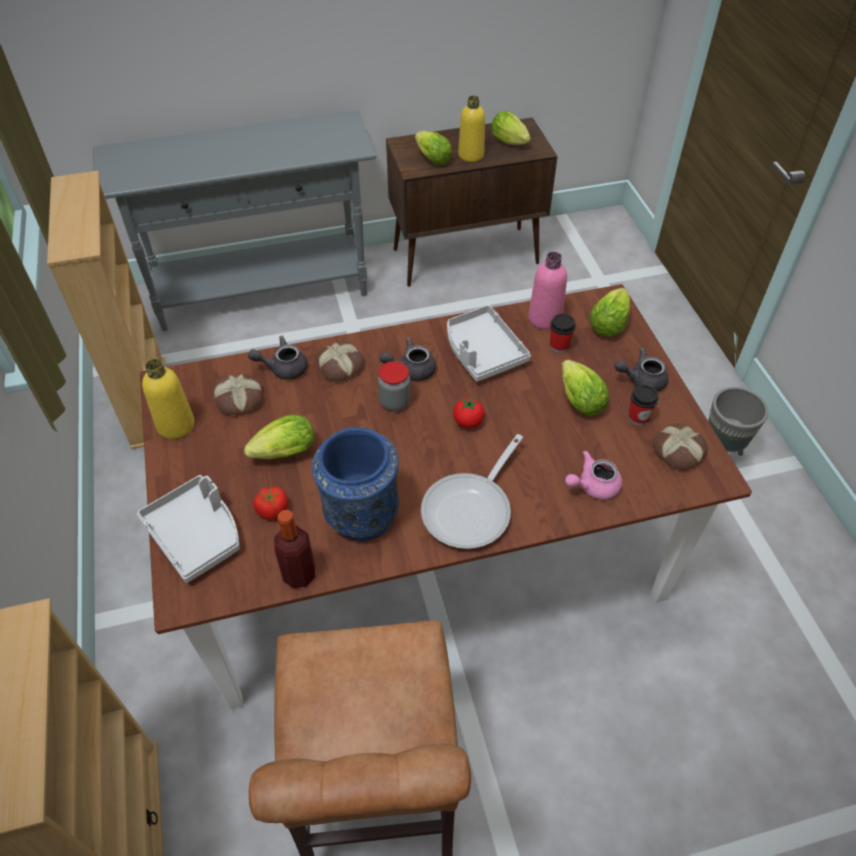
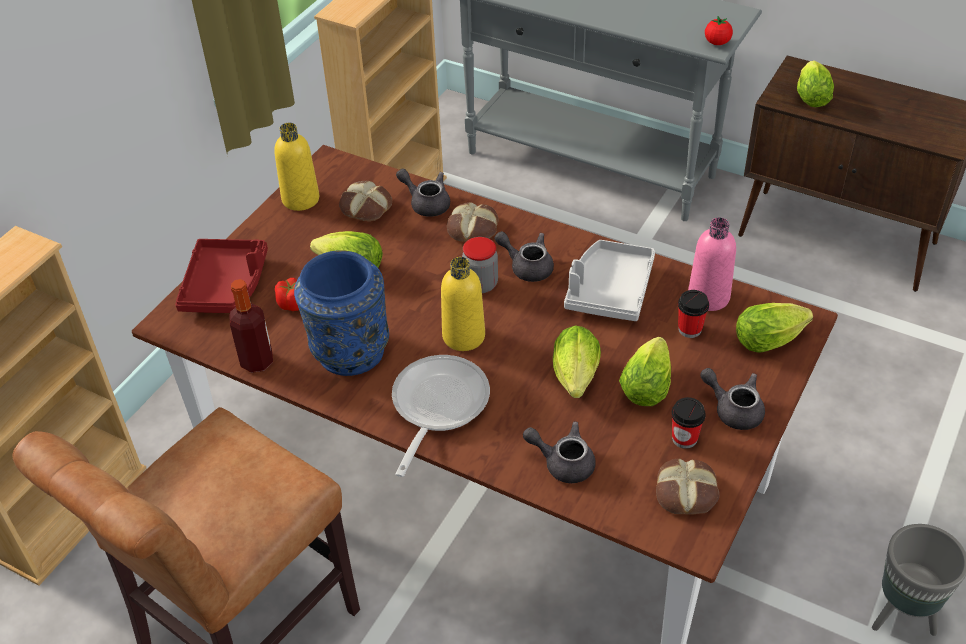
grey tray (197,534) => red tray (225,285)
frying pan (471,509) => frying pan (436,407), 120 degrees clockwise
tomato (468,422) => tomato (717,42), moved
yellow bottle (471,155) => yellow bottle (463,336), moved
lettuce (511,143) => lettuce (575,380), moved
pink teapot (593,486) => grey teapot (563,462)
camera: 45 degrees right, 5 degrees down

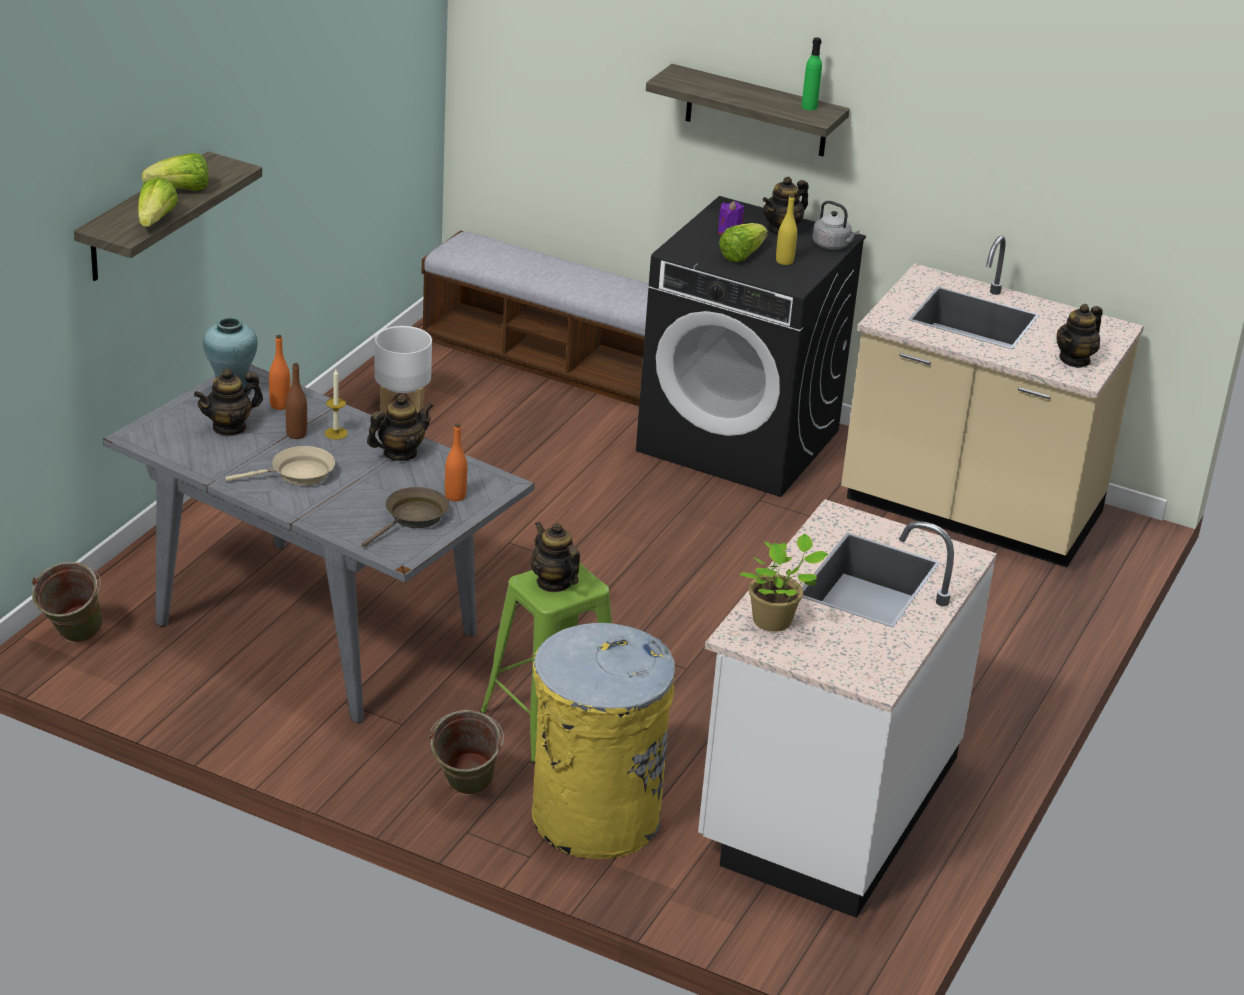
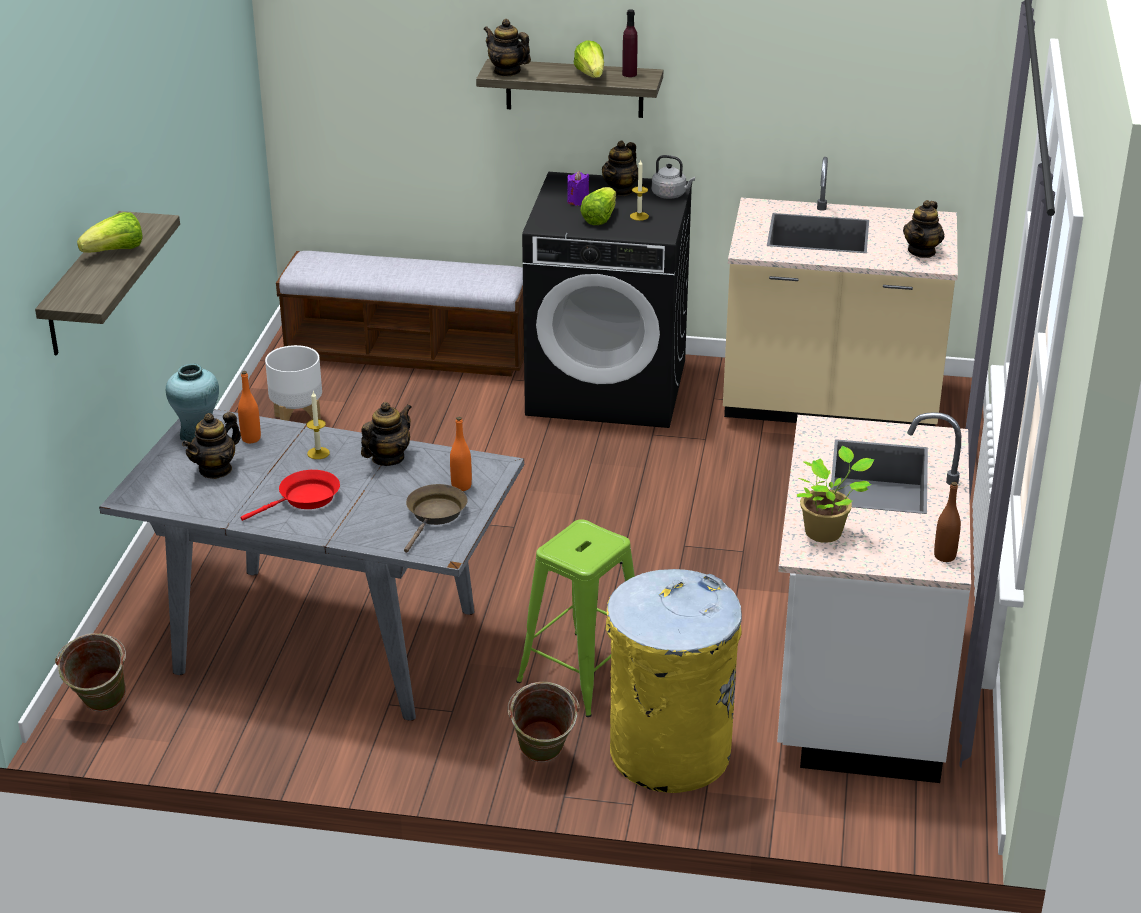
lettuce (156,220) => lettuce (591,75), moved
beige frying pan (297,474) => red frying pan (305,499)
brown bottle (296,434) => brown bottle (944,556), moved
teapot (554,583) => teapot (507,71), moved
yellow bottle (784,261) => candle (639,216)
green bottle (809,107) => purple bottle (629,74)
camera: 15 degrees left, 0 degrees up

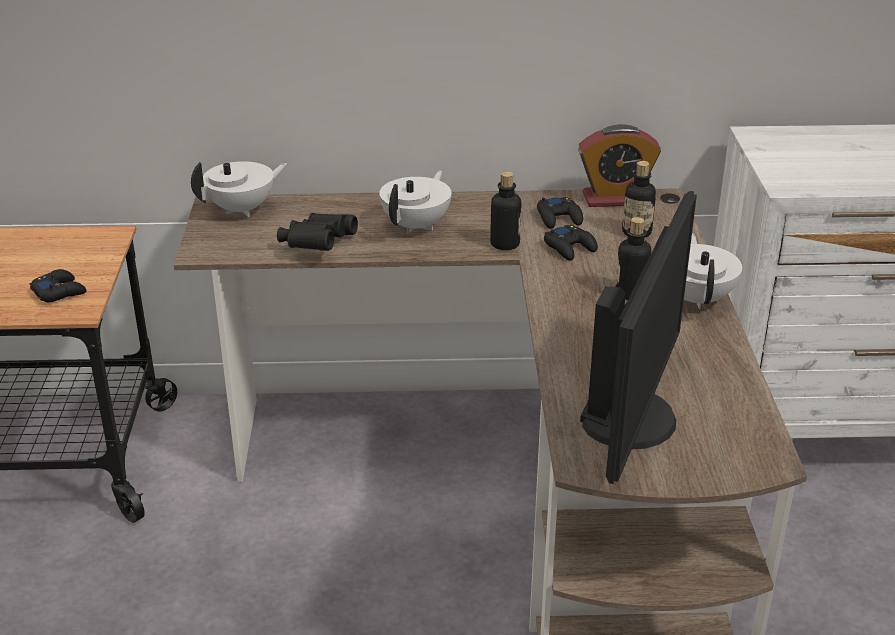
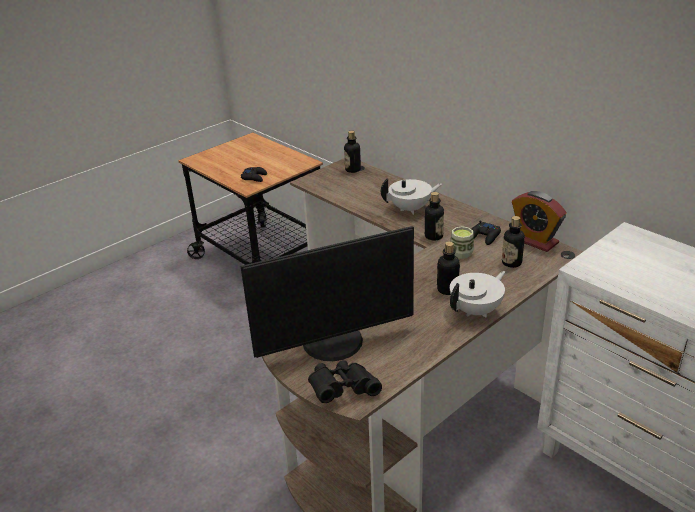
white teapot (243,209) => bottle (353,169)
black binoculars (317,246) => black binoculars (342,390), moved
black game controller (570,248) => cup (461,253)
camera: 50 degrees right, 0 degrees up

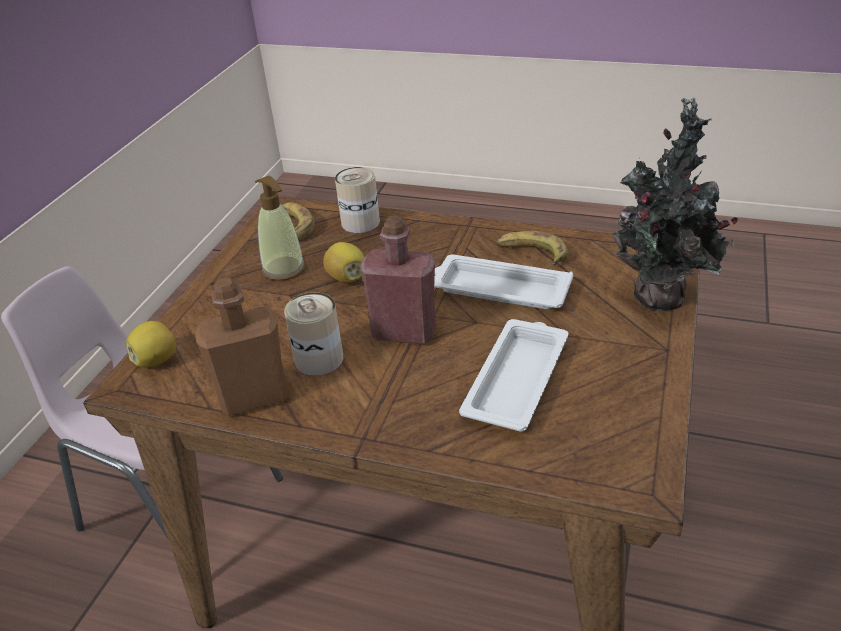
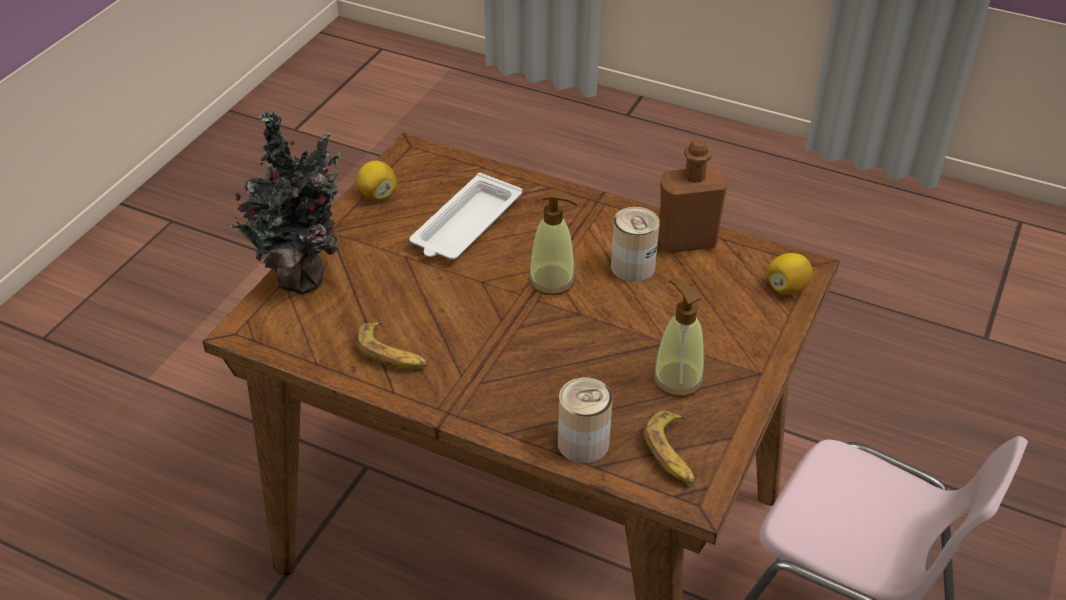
lemon (347,277) => lemon (377,195), moved
red bottle (404,332) => soap dispenser (552,280)
white tray (498,289) => nothing
camera: 175 degrees left, 5 degrees up

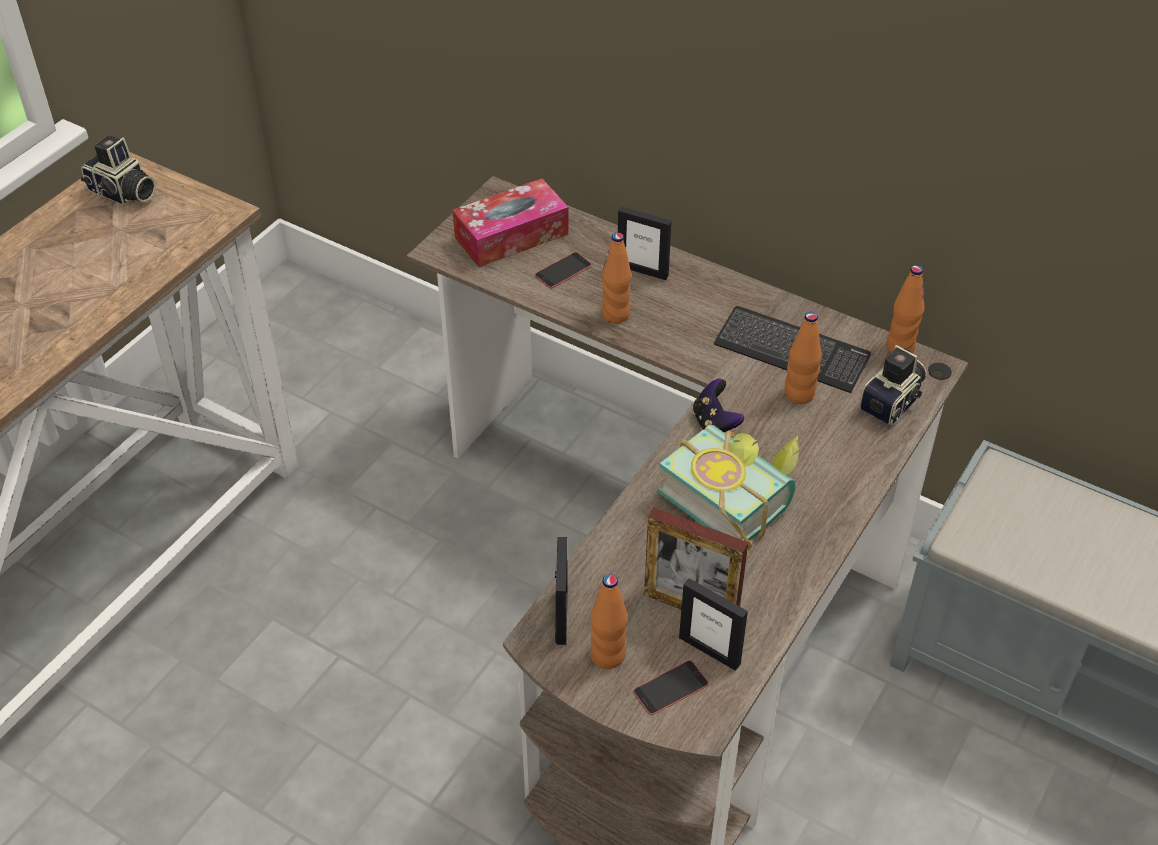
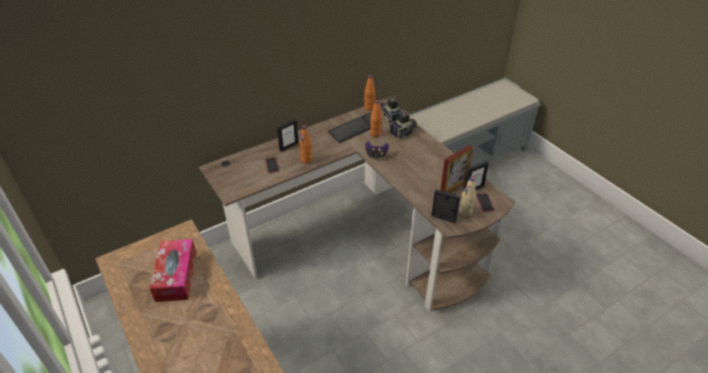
photo camera (123,193) => photo camera (403,133), moved
tissue box (511,235) => tissue box (176,276), moved
orange bottle (608,656) => beige bottle (465,212)
book (733,496) => nothing
camera: 65 degrees left, 5 degrees down

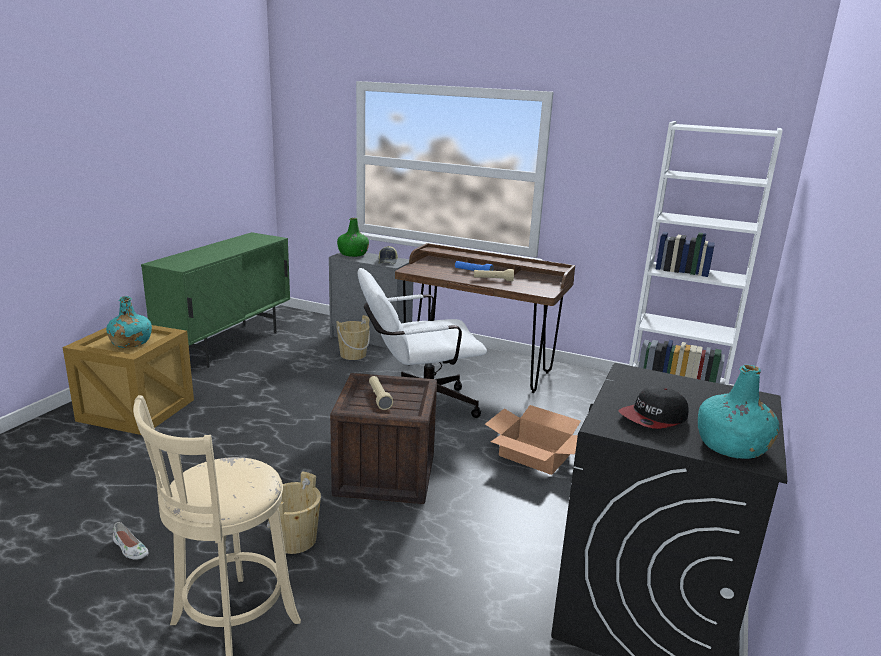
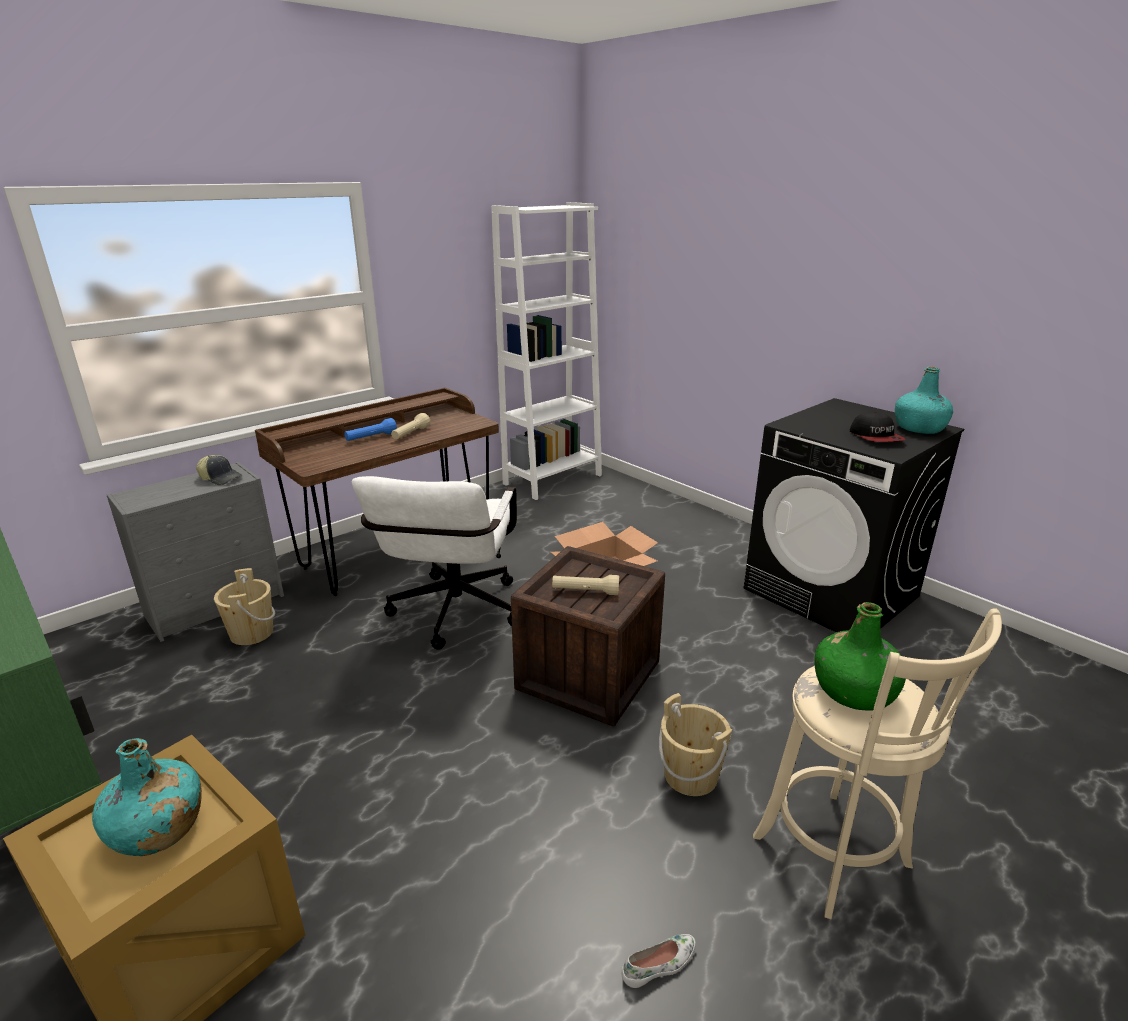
green bottle (353,254) => green bottle (854,690), moved
camera: 65 degrees left, 5 degrees up

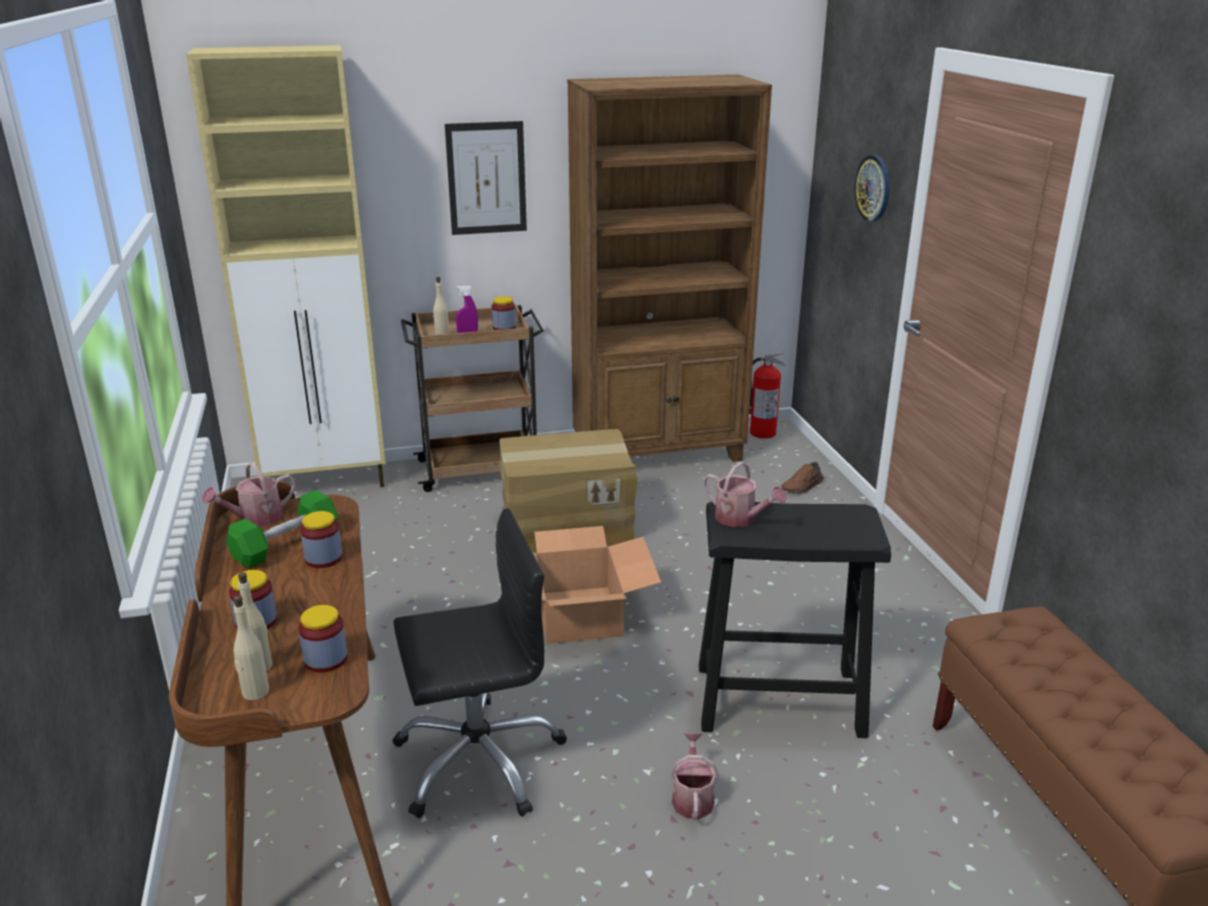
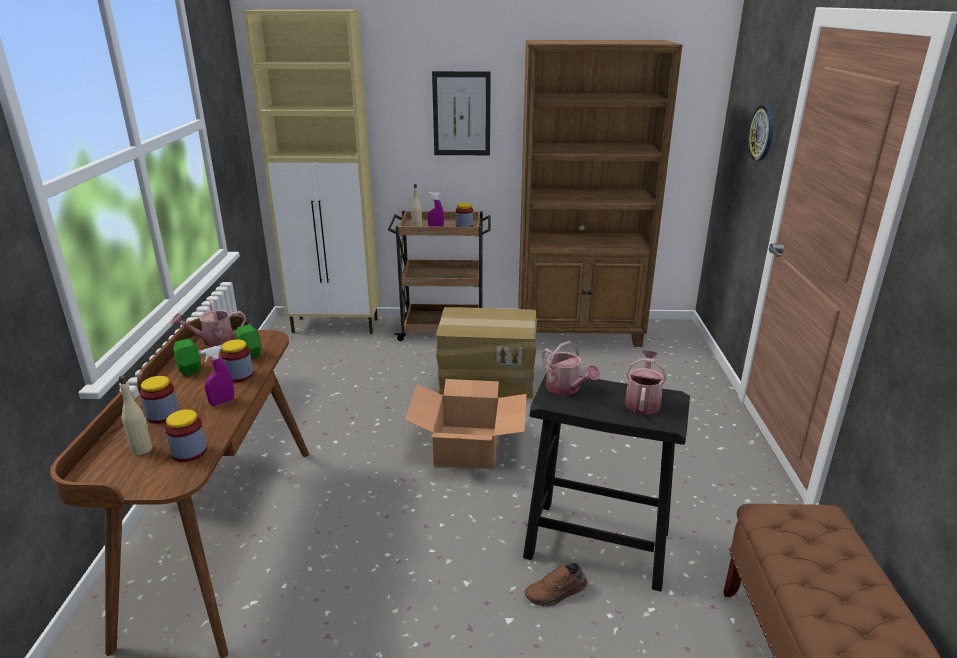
beige bottle (255,692) => nothing
black office chair (478,760) => nothing
watering can (692,797) => watering can (642,401), moved
fire extinguisher (762,433) => nothing
brown shoe (803,487) => brown shoe (556,593), moved
nothing => purple spray bottle (222,402)
camera: 15 degrees right, 0 degrees up

